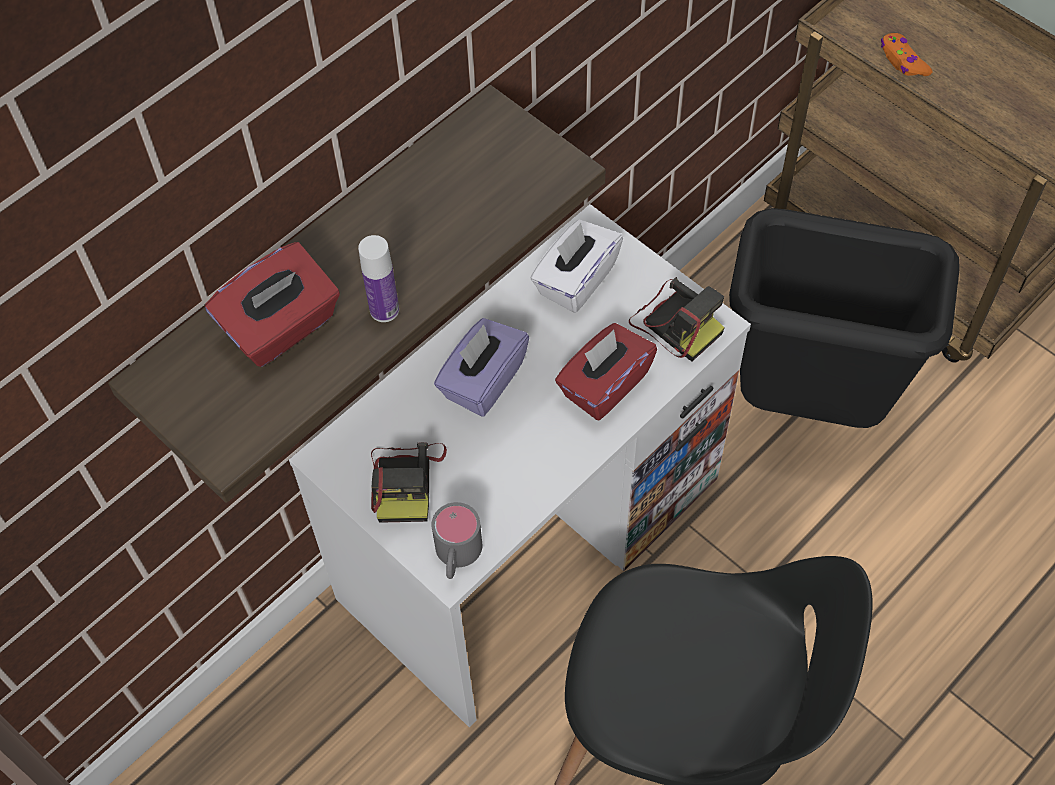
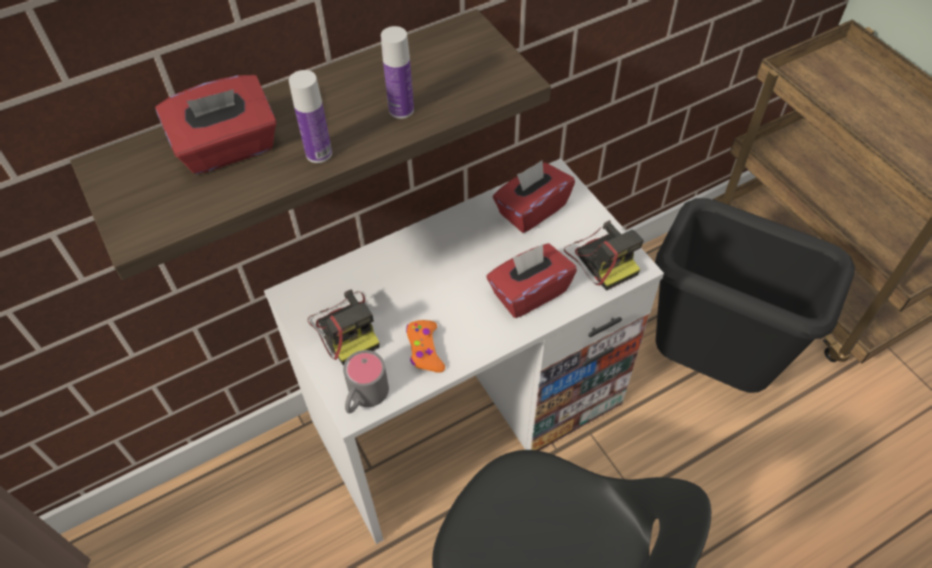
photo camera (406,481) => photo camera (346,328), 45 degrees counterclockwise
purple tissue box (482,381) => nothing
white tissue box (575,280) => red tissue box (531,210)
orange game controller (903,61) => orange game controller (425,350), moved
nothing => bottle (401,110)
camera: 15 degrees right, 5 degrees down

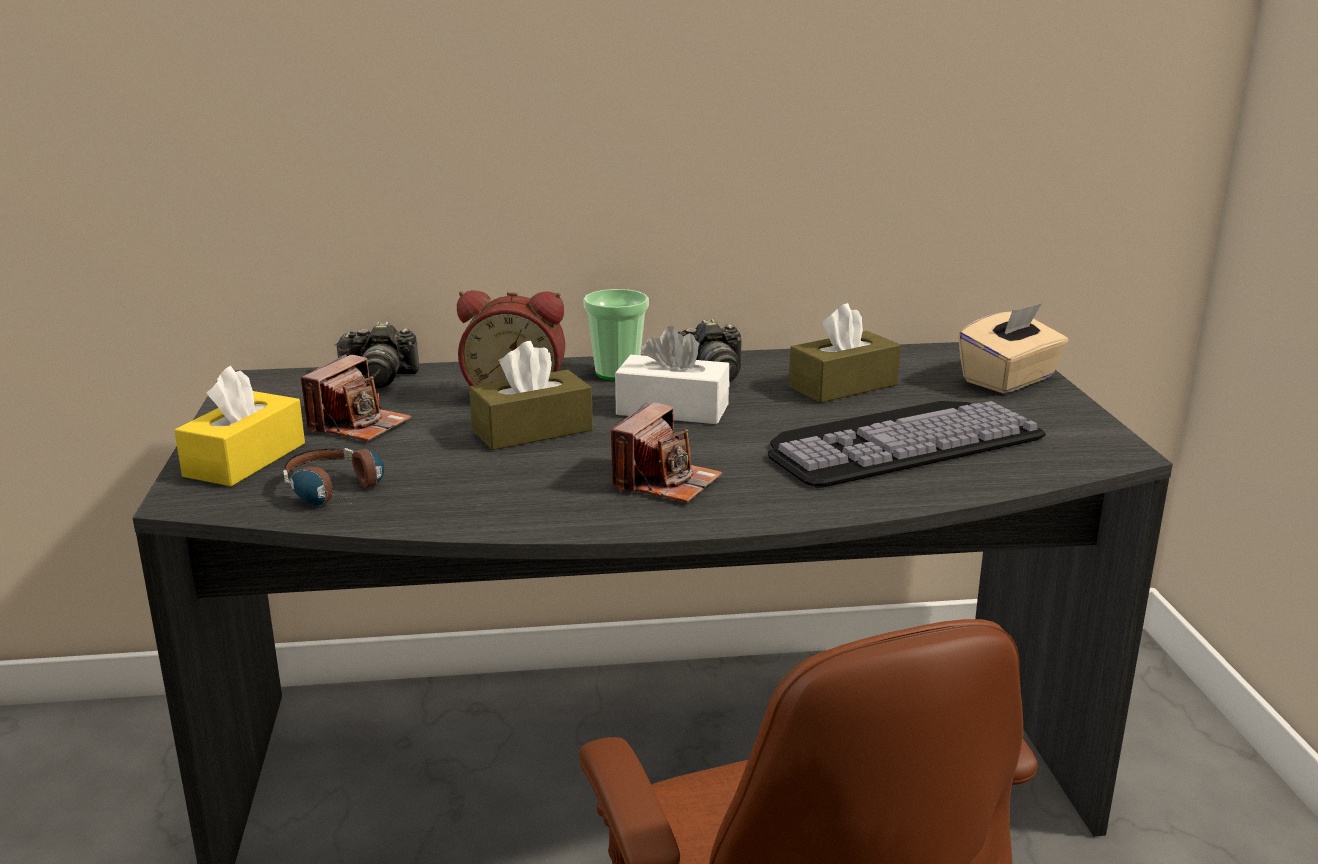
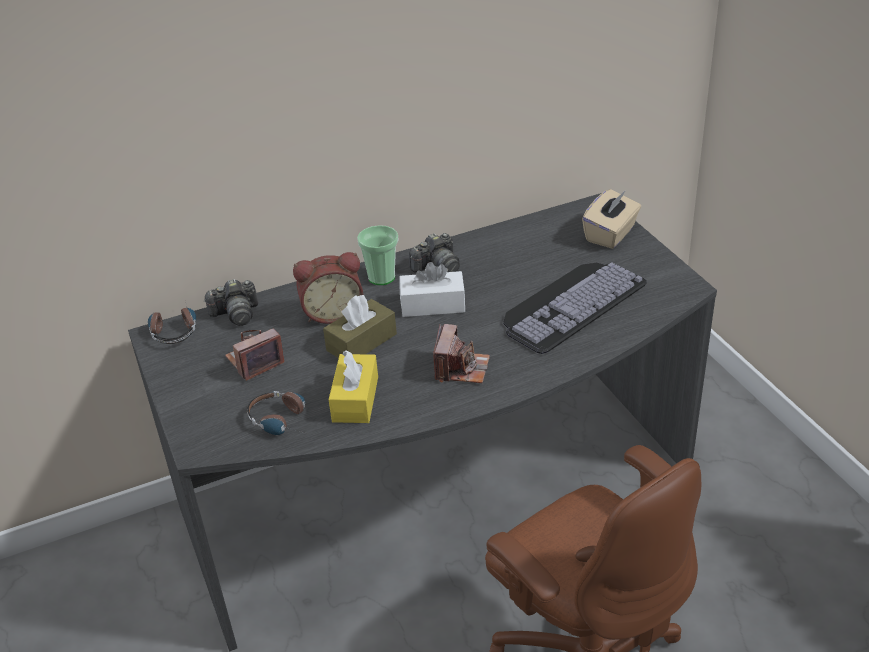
yellow tissue box (245,459) => yellow tissue box (355,399), moved
photo camera (359,425) => photo camera (254,361), 135 degrees counterclockwise
brown tissue box (843,386) => nothing
nothing => headphones (174,329)
camera: 15 degrees left, 15 degrees up

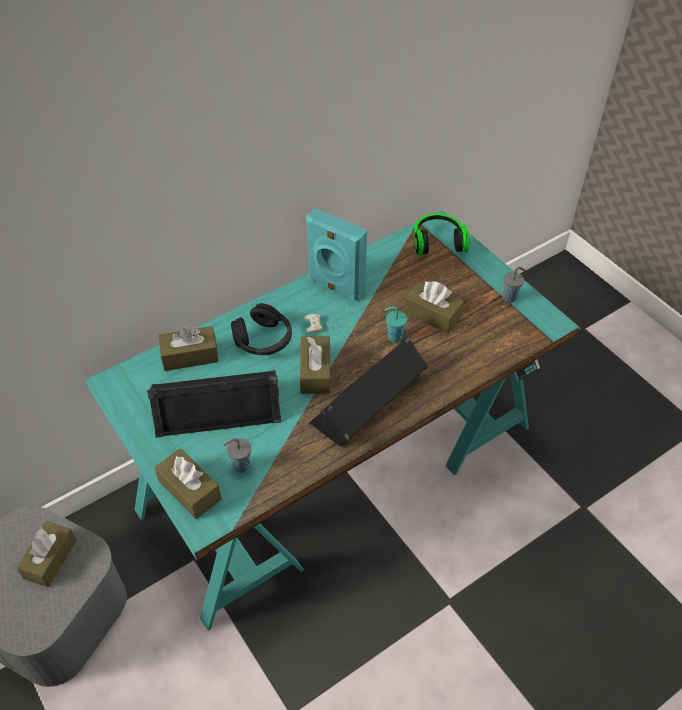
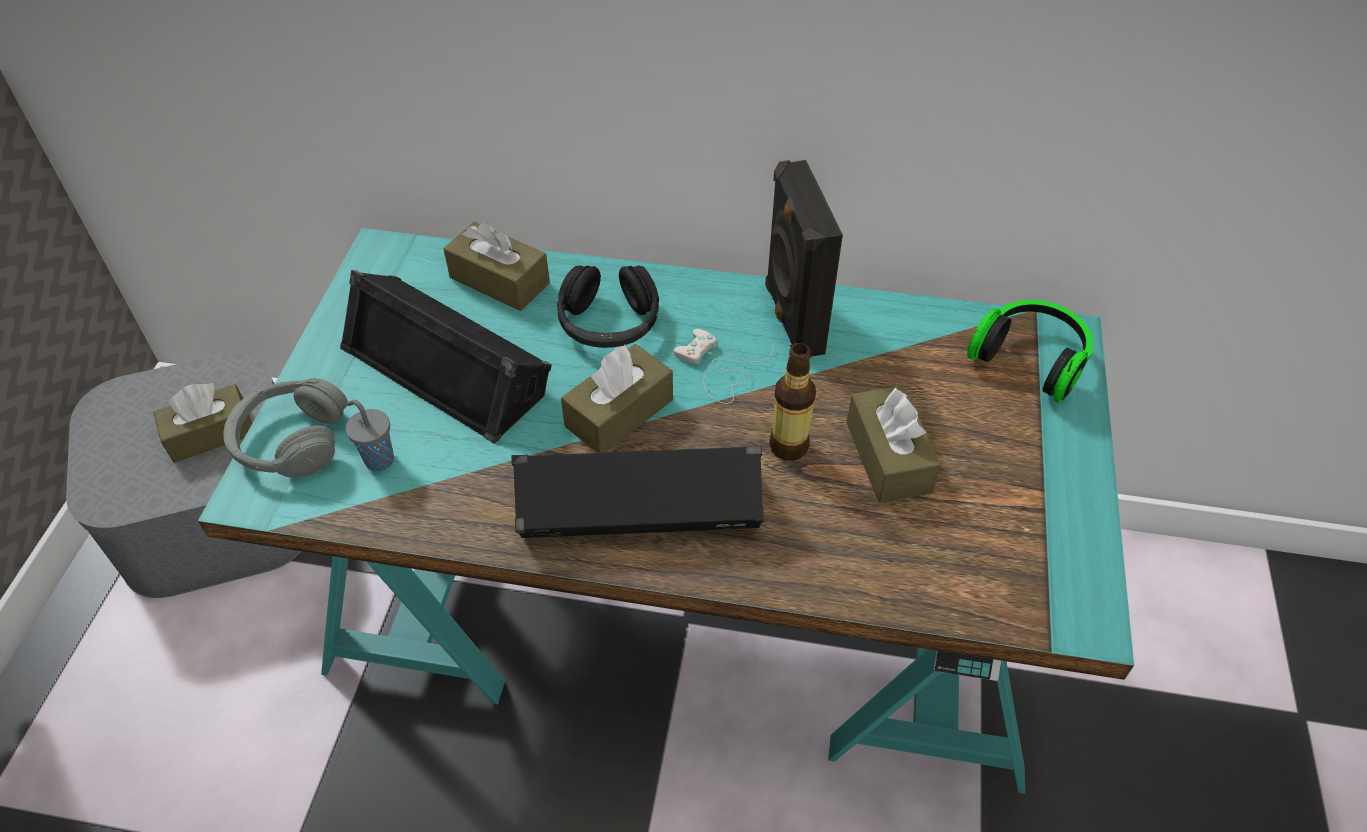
brown tissue box (189,490) => grey headphones (290,440)
turquoise speaker (335,286) => black speaker (791,319)
turquoise cup (394,337) => bottle (788,446)
grey cup (510,297) => nothing
camera: 45 degrees right, 0 degrees up

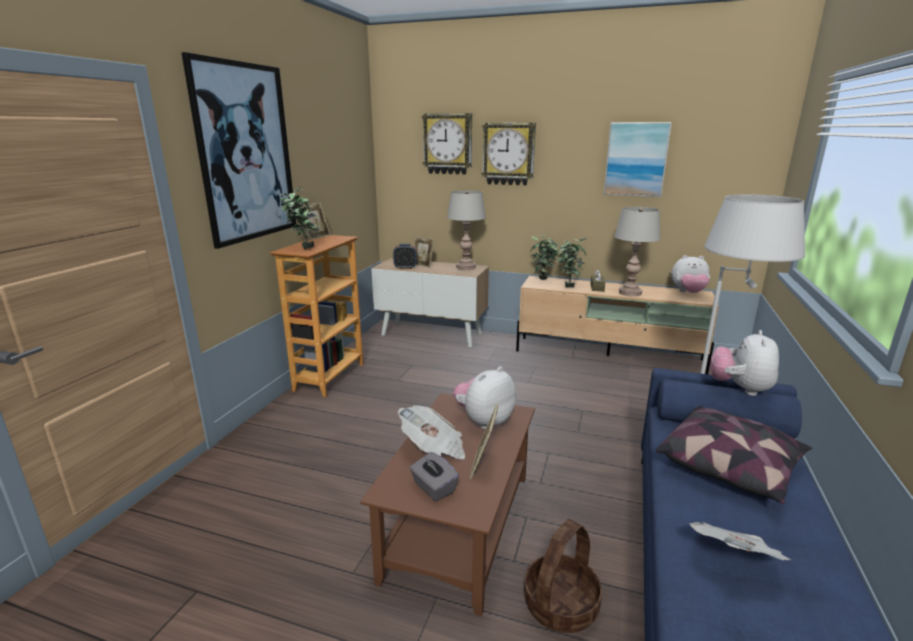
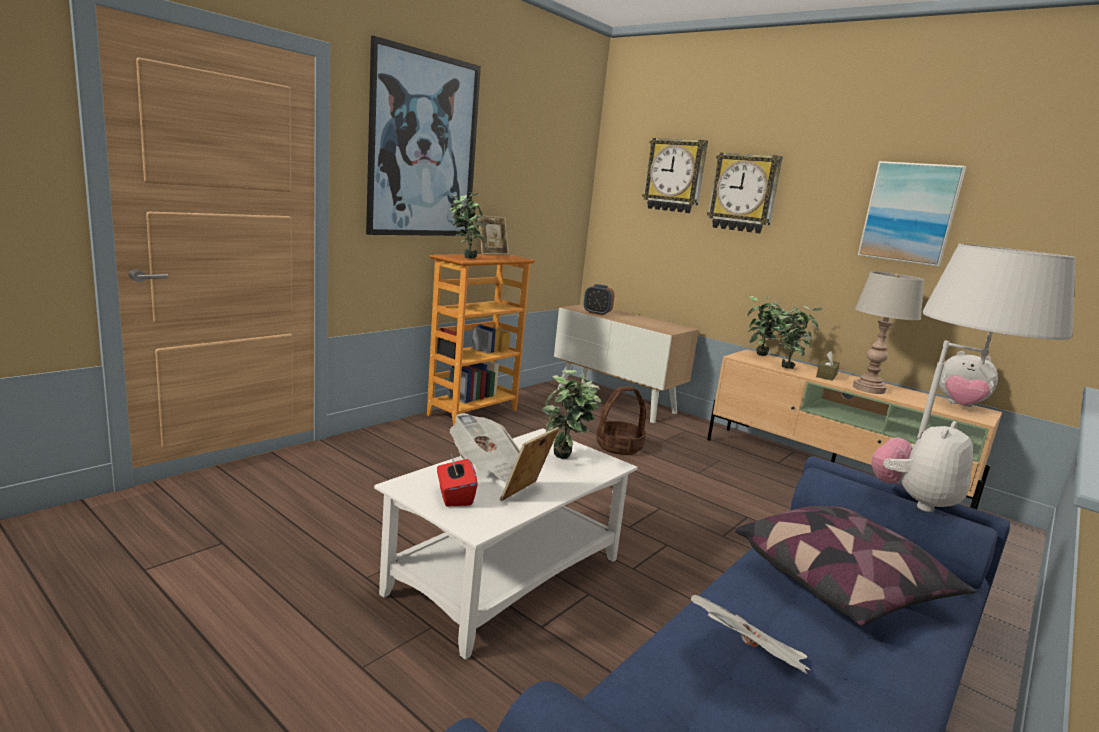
brown coffee table (459,527) => white coffee table (505,577)
grey tissue box (433,488) => red tissue box (454,496)
picture frame (422,265) => nothing
grey table lamp (466,267) => nothing
plush toy (484,420) => potted plant (566,461)
basket (561,605) => basket (619,447), moved
camera: 20 degrees right, 5 degrees down

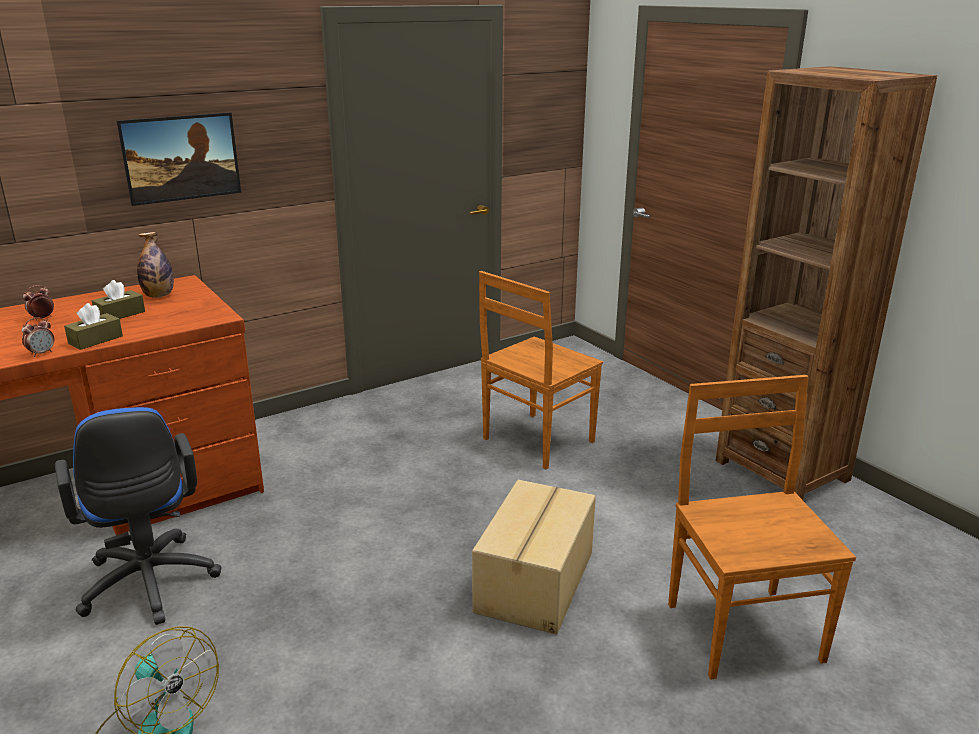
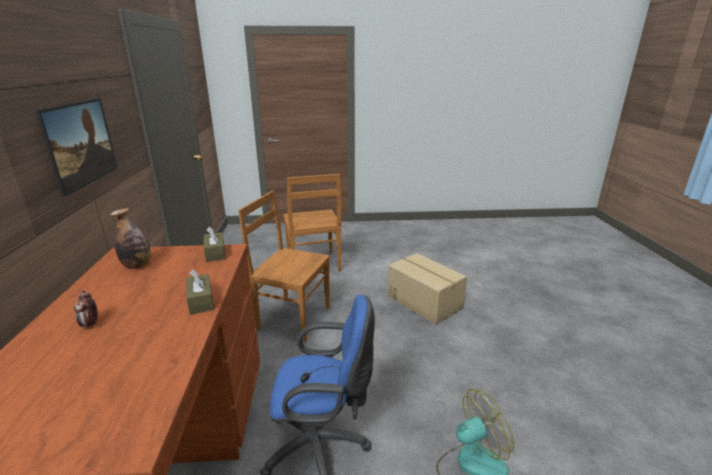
alarm clock (42,353) => nothing
brown tissue box (120,314) => brown tissue box (215,253), moved
brown chair (742,629) => brown chair (292,318), moved
brown bookcase (782,470) => nothing
camera: 60 degrees left, 0 degrees up

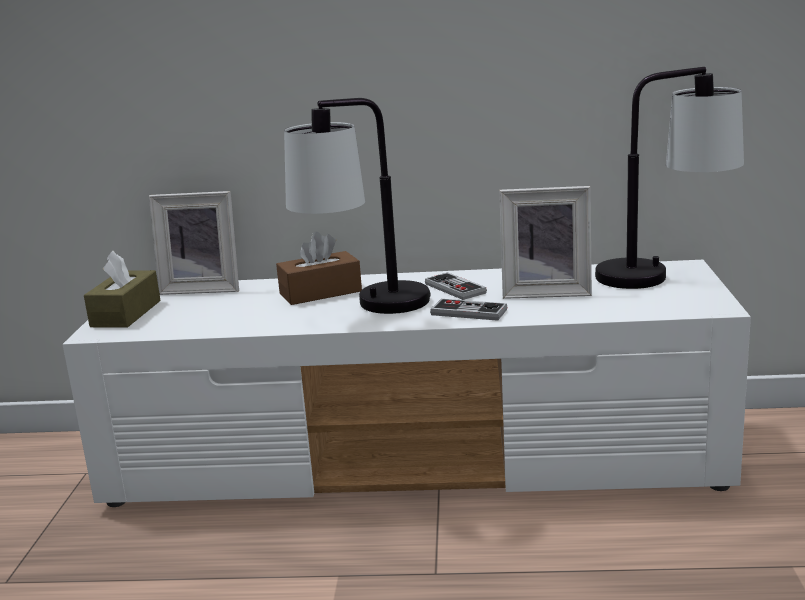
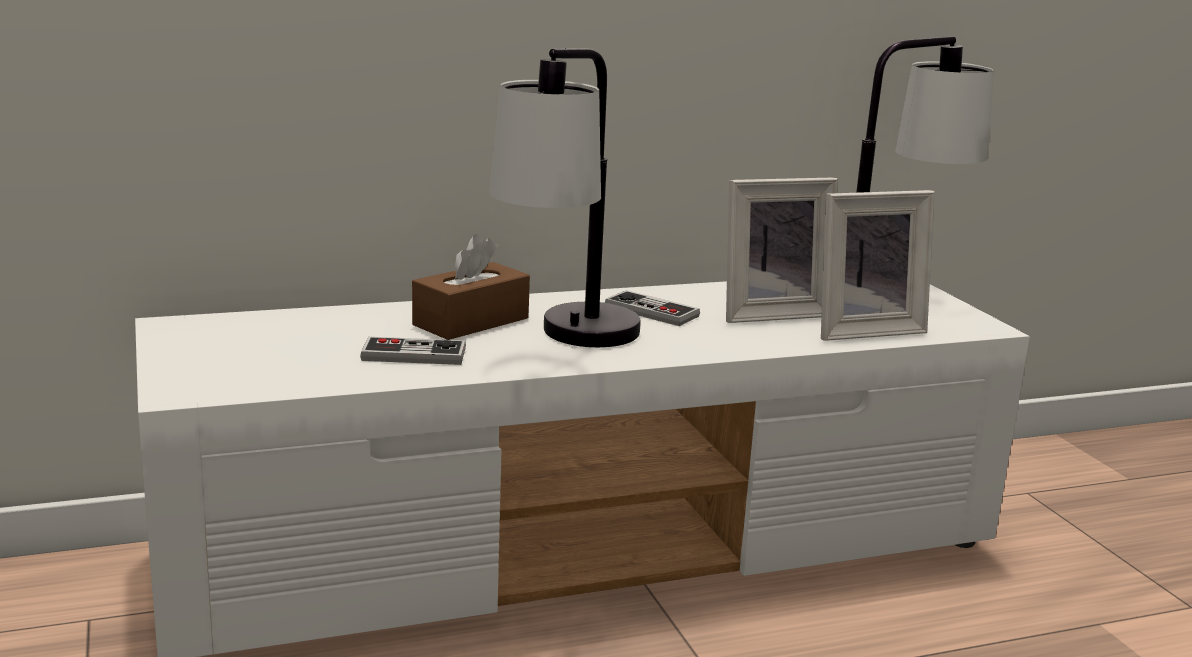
brown tissue box (126,313) => nothing
picture frame (203,288) => picture frame (863,329), moved
game controller (468,312) => game controller (413,355), moved
camera: 25 degrees left, 0 degrees up

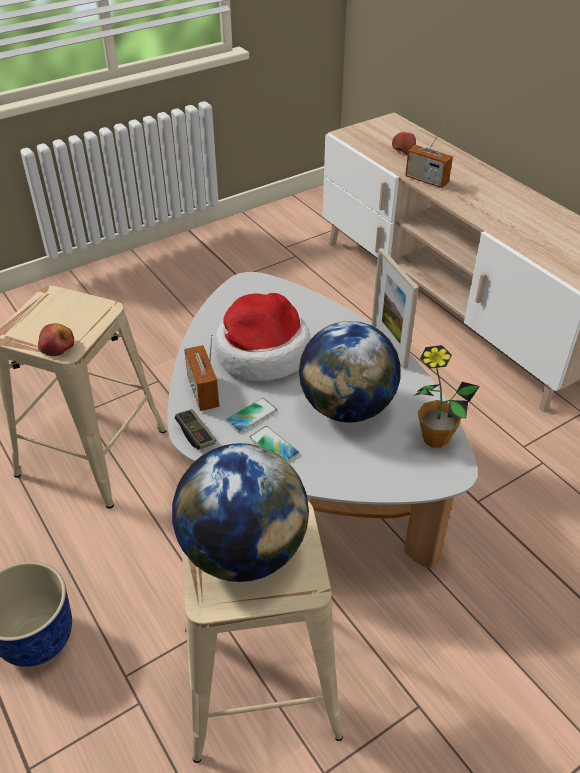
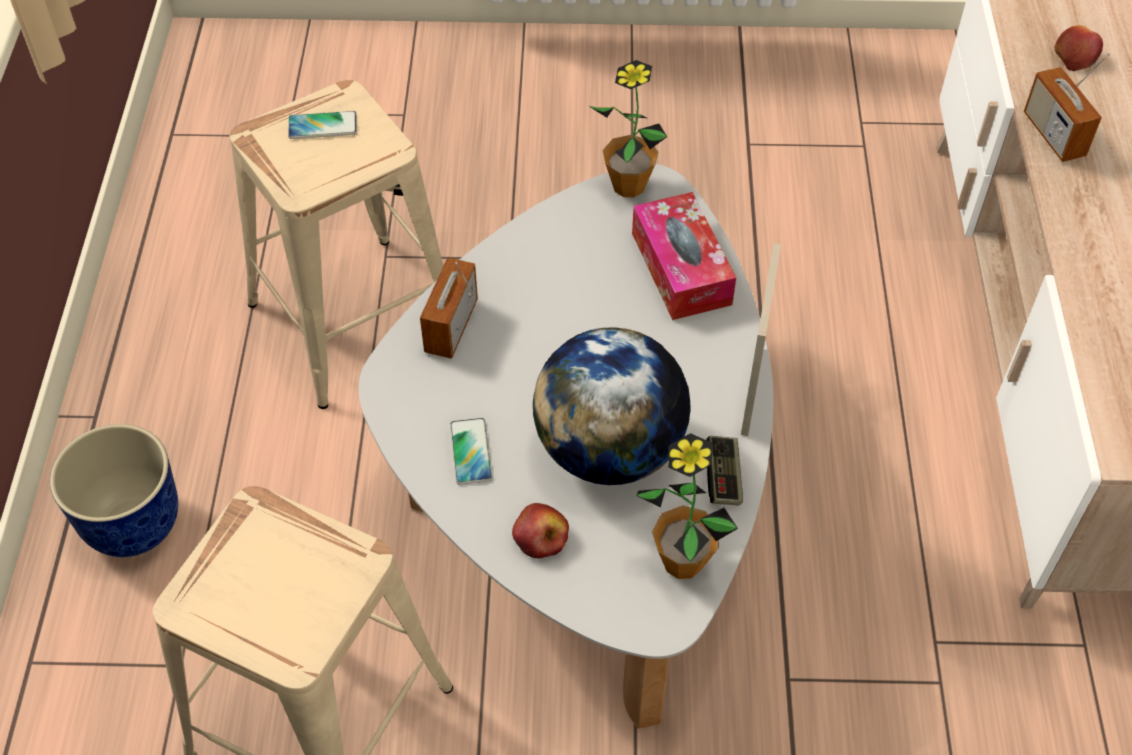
apple (57,346) => apple (540,537), moved
globe (243,551) => nothing
game controller (196,435) => game controller (723,477), moved
hat (261,353) => nothing
phone (251,416) => phone (322,126), moved
nothing => potted plant (628,185)
nothing => tissue box (681,268)
camera: 35 degrees right, 10 degrees up

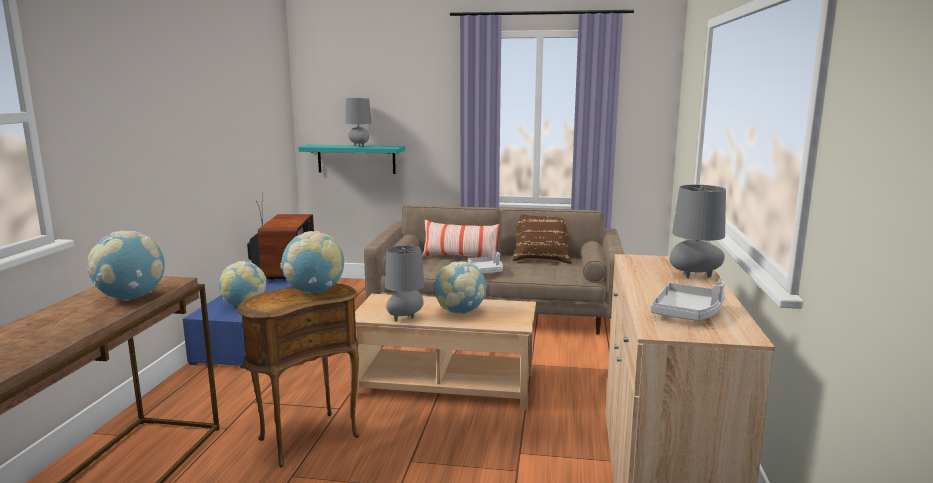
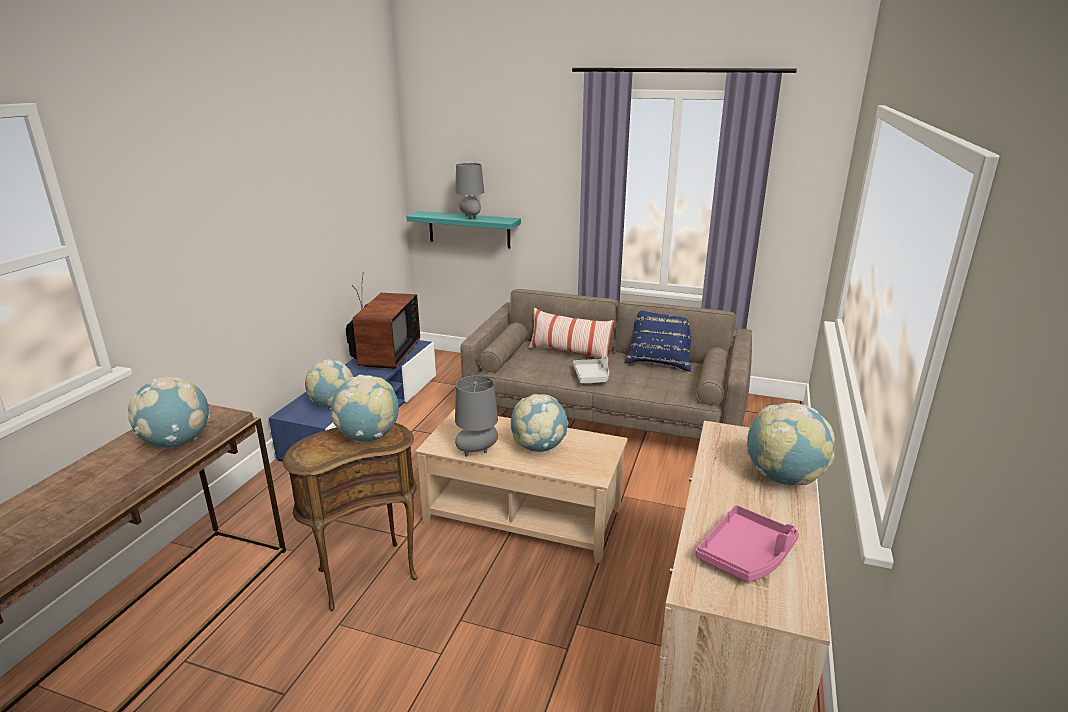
brown pillow (541,258) => blue pillow (659,361)
grey tray (687,313) => pink tray (746,555)
grey table lamp (694,276) => globe (783,478)
camera: 10 degrees right, 10 degrees up

